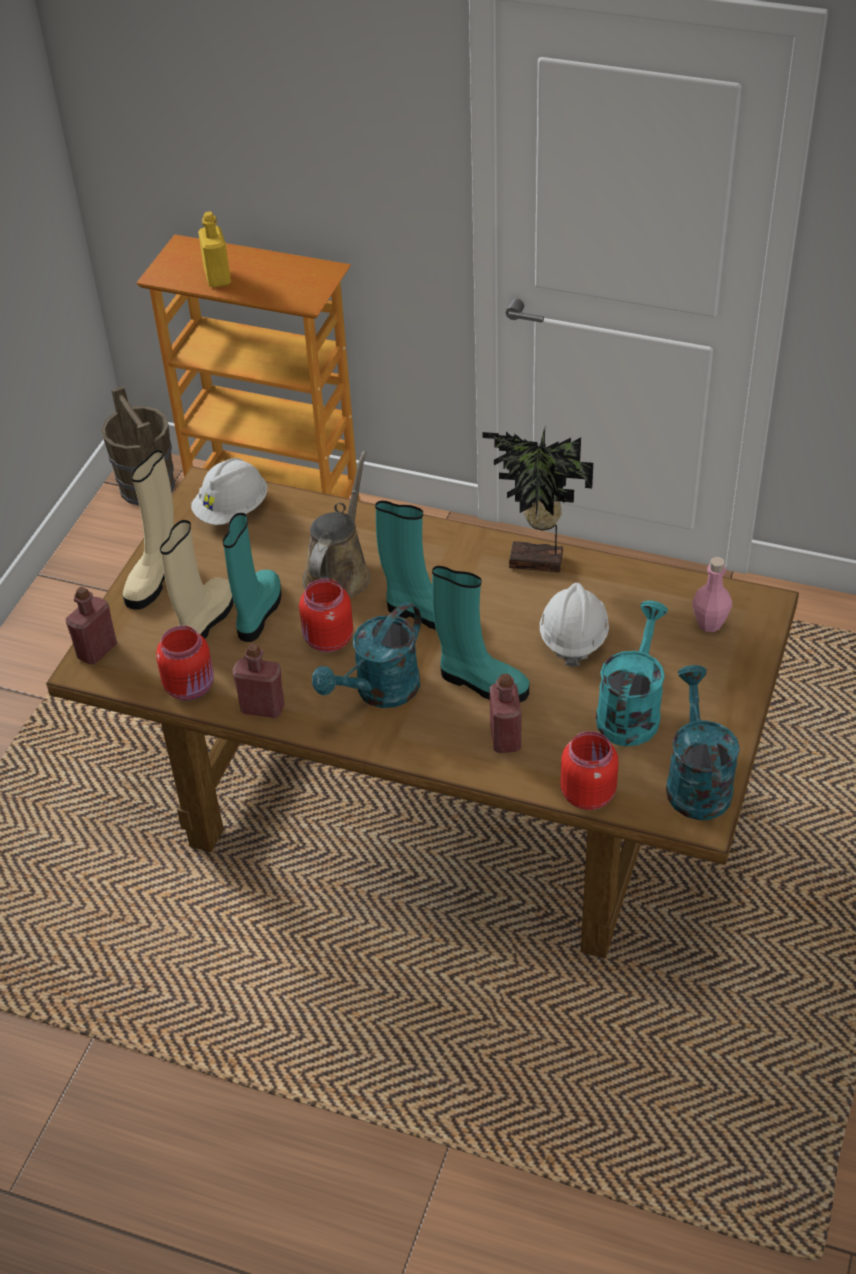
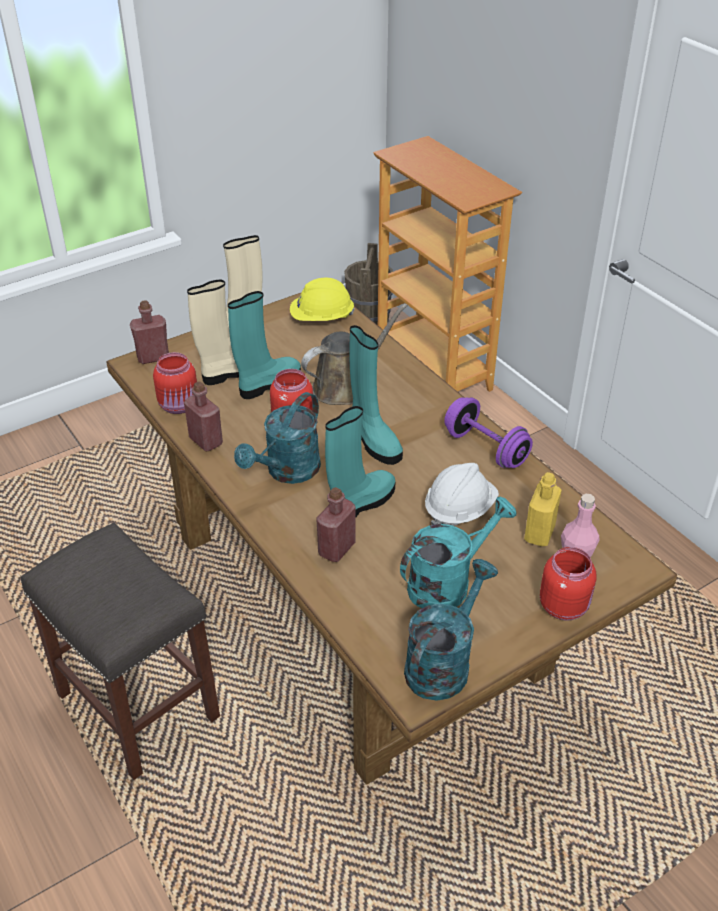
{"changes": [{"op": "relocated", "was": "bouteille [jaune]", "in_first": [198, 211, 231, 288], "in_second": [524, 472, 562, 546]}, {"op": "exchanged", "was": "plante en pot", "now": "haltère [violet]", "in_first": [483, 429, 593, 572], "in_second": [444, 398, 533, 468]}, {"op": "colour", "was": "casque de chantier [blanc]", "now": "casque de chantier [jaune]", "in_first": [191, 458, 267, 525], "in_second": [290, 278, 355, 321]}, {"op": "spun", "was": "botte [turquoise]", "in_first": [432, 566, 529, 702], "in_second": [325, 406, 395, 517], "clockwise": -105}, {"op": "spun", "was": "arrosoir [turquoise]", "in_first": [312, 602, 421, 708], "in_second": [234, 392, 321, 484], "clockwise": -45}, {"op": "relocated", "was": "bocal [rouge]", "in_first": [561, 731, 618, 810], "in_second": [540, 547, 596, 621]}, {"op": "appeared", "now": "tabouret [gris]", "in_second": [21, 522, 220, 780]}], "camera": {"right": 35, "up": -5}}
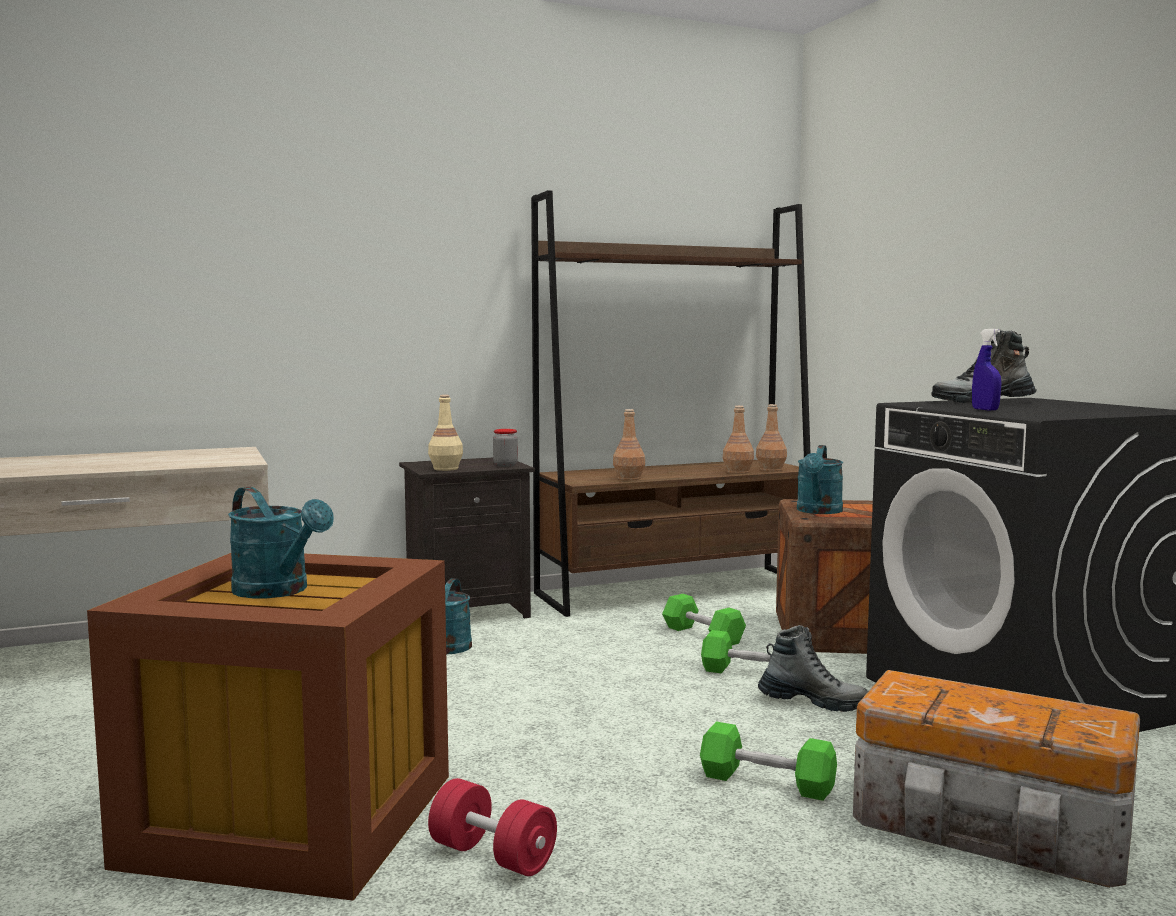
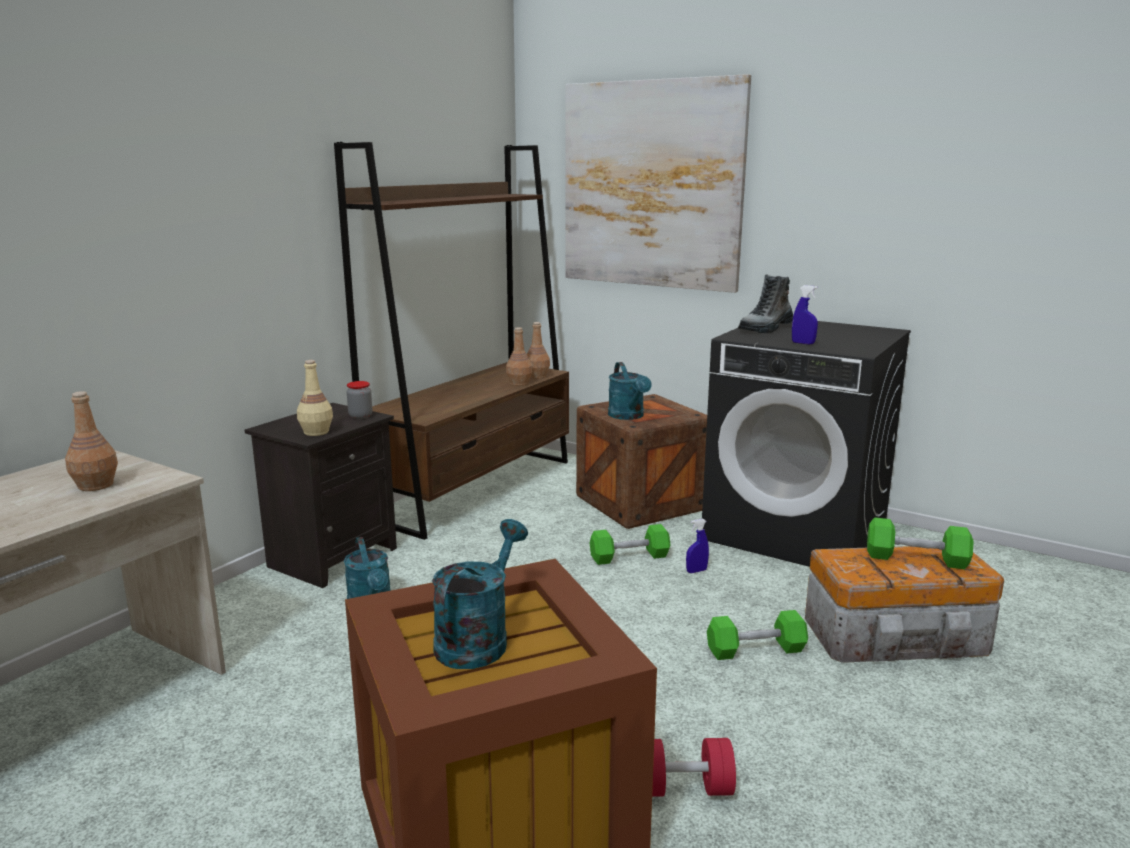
{"changes": [{"op": "relocated", "was": "bouteille [marron]", "in_first": [613, 409, 645, 481], "in_second": [65, 391, 118, 491]}, {"op": "spun", "was": "arrosoir [turquoise]", "in_first": [228, 487, 334, 598], "in_second": [432, 519, 528, 669], "clockwise": -75}, {"op": "relocated", "was": "haltère [vert]", "in_first": [662, 594, 746, 645], "in_second": [867, 517, 974, 569]}, {"op": "exchanged", "was": "botte", "now": "vaporisateur [bleu]", "in_first": [758, 625, 868, 712], "in_second": [686, 519, 709, 573]}, {"op": "appeared", "now": "tableau", "in_second": [565, 74, 751, 293]}], "camera": {"right": -35, "up": 10}}
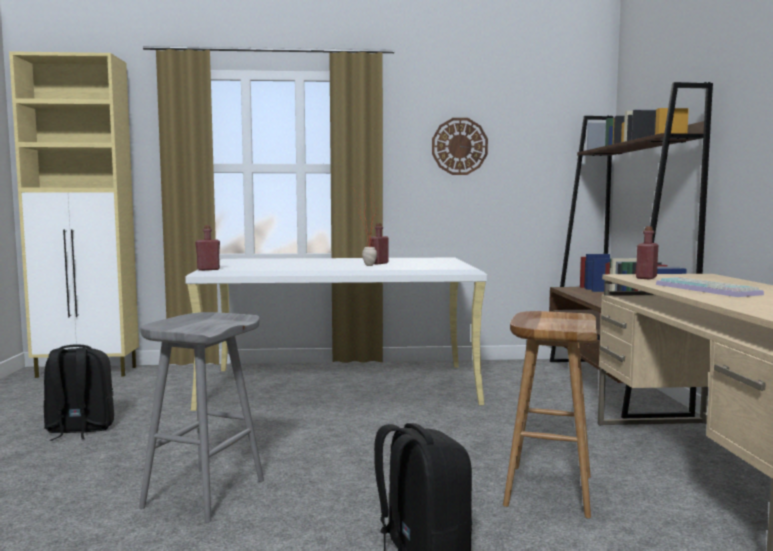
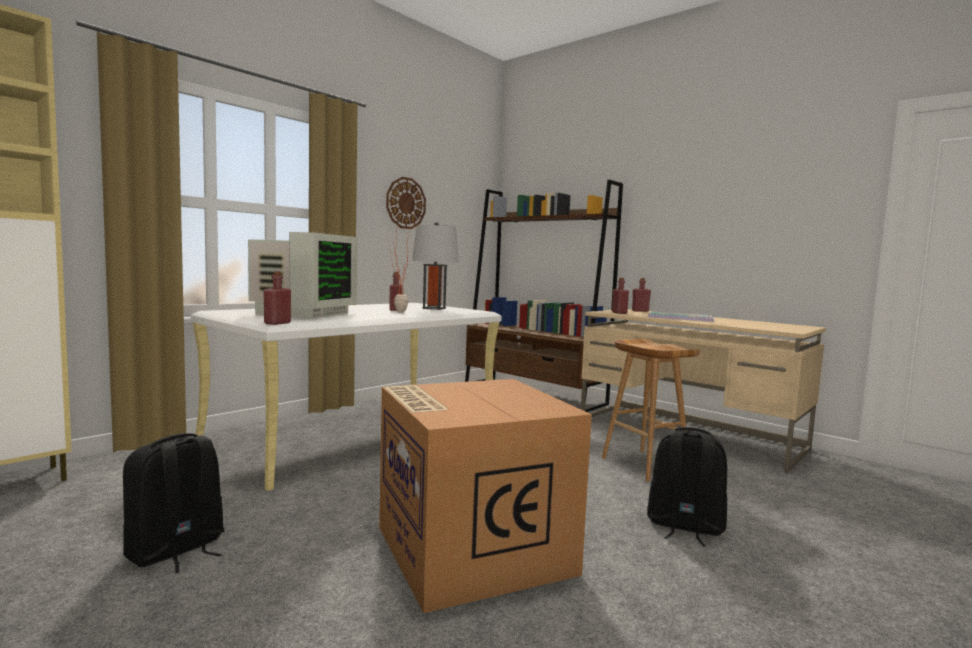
{"changes": [{"op": "exchanged", "was": "tabouret [gris]", "now": "carton", "in_first": [139, 312, 264, 523], "in_second": [379, 379, 592, 613]}, {"op": "appeared", "now": "lampe de table [gris]", "in_second": [412, 222, 459, 310]}, {"op": "appeared", "now": "écran d'ordinateur", "in_second": [248, 232, 358, 319]}, {"op": "appeared", "now": "bouteille [rouge]", "in_second": [632, 278, 651, 312]}], "camera": {"right": -45, "up": 0}}
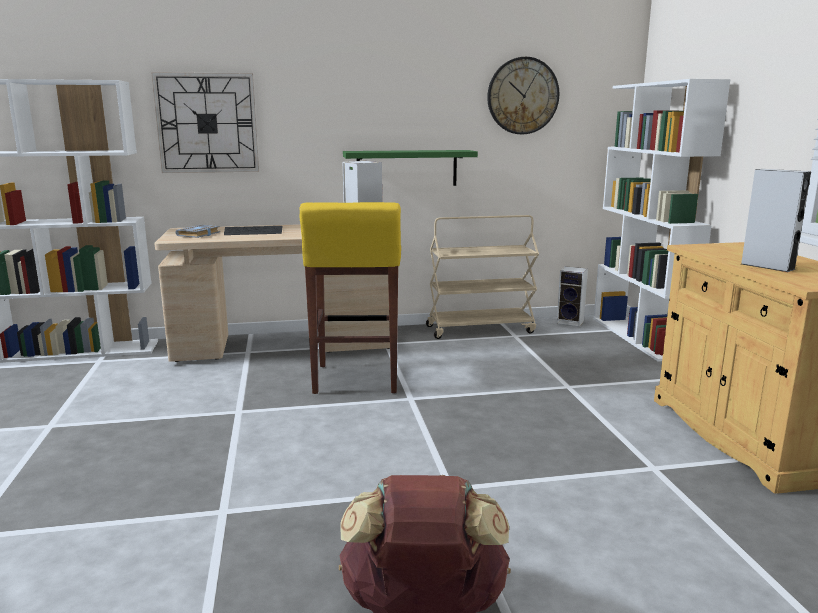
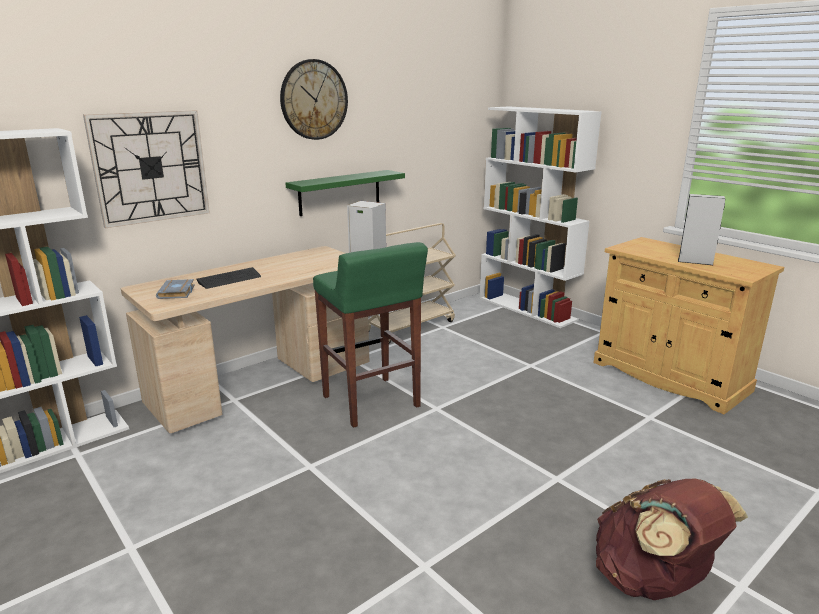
{"changes": [{"op": "relocated", "was": "horloge murale", "in_first": [487, 57, 559, 135], "in_second": [280, 59, 348, 140]}, {"op": "colour", "was": "tabouret [jaune]", "now": "tabouret [vert]", "in_first": [300, 202, 401, 394], "in_second": [313, 242, 428, 428]}, {"op": "missing", "was": "enceinte", "in_first": [557, 266, 588, 327]}], "camera": {"right": -30, "up": 5}}
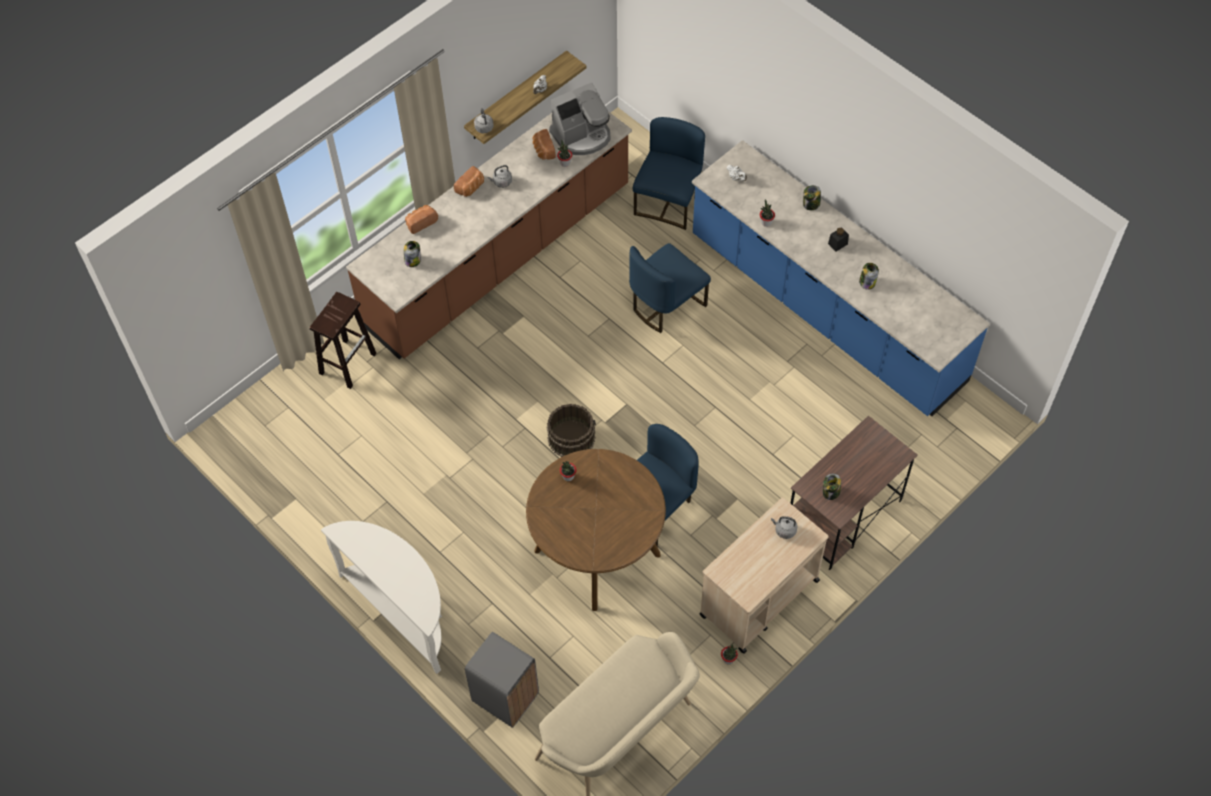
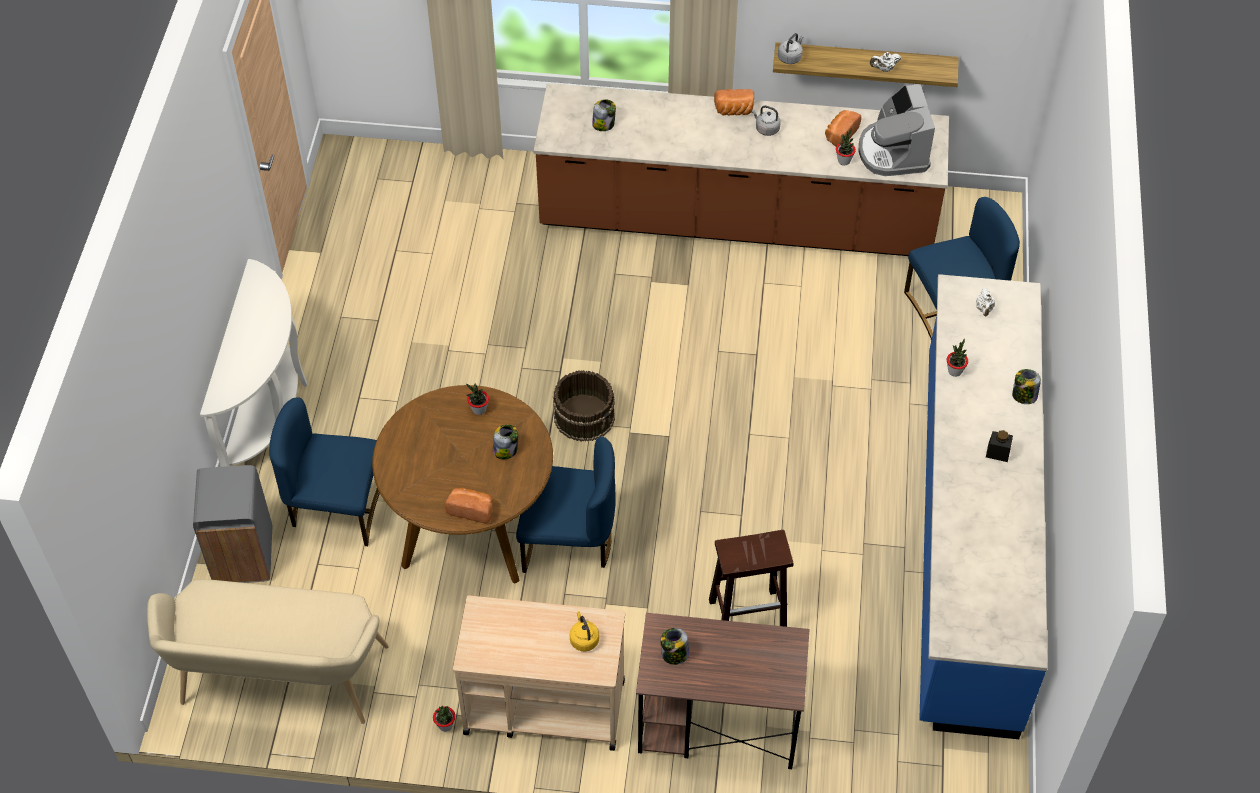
{"changes": [{"op": "spun", "was": "machine à café", "in_first": [549, 82, 611, 155], "in_second": [858, 84, 935, 176], "clockwise": 60}, {"op": "relocated", "was": "pain", "in_first": [405, 205, 438, 234], "in_second": [445, 488, 493, 523]}, {"op": "relocated", "was": "chaise [bleu]", "in_first": [629, 243, 711, 333], "in_second": [269, 398, 380, 546]}, {"op": "relocated", "was": "bocal", "in_first": [859, 263, 879, 290], "in_second": [493, 424, 518, 459]}, {"op": "relocated", "was": "tabouret [marron]", "in_first": [309, 292, 377, 389], "in_second": [709, 530, 793, 627]}, {"op": "colour", "was": "bouilloire [gris]", "now": "bouilloire [jaune]", "in_first": [771, 516, 797, 539], "in_second": [570, 611, 599, 651]}], "camera": {"right": 50, "up": -5}}
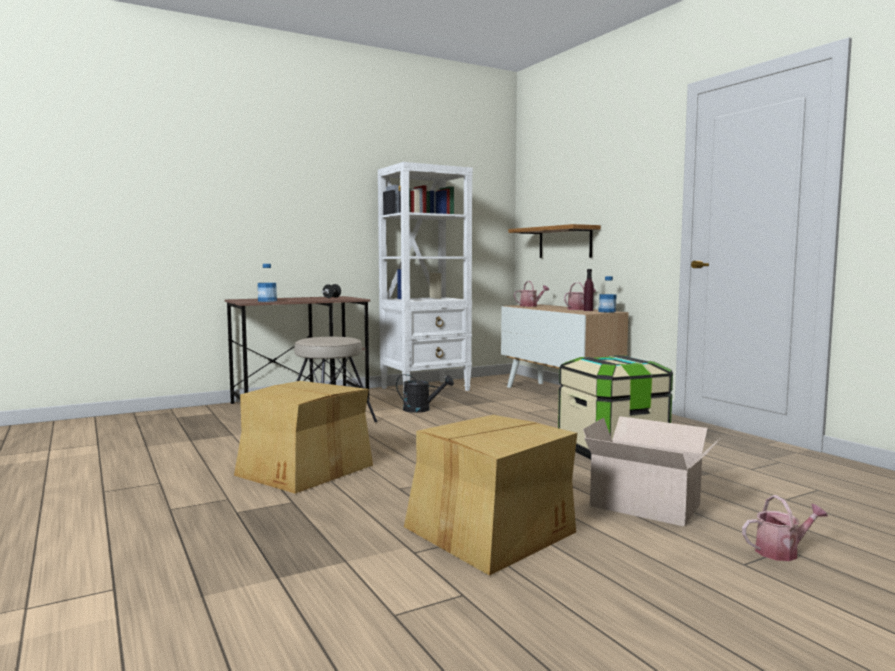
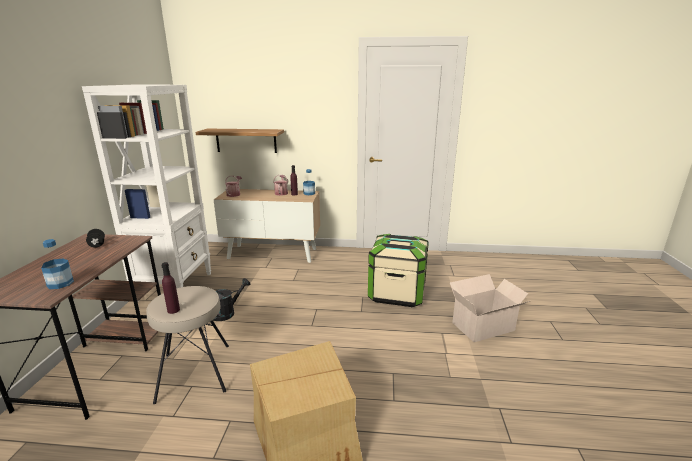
{"changes": [{"op": "missing", "was": "carton", "in_first": [404, 415, 577, 576]}, {"op": "missing", "was": "arrosoir", "in_first": [742, 495, 828, 561]}, {"op": "appeared", "now": "bouteille [violet]", "in_second": [162, 262, 180, 314]}], "camera": {"right": -55, "up": 15}}
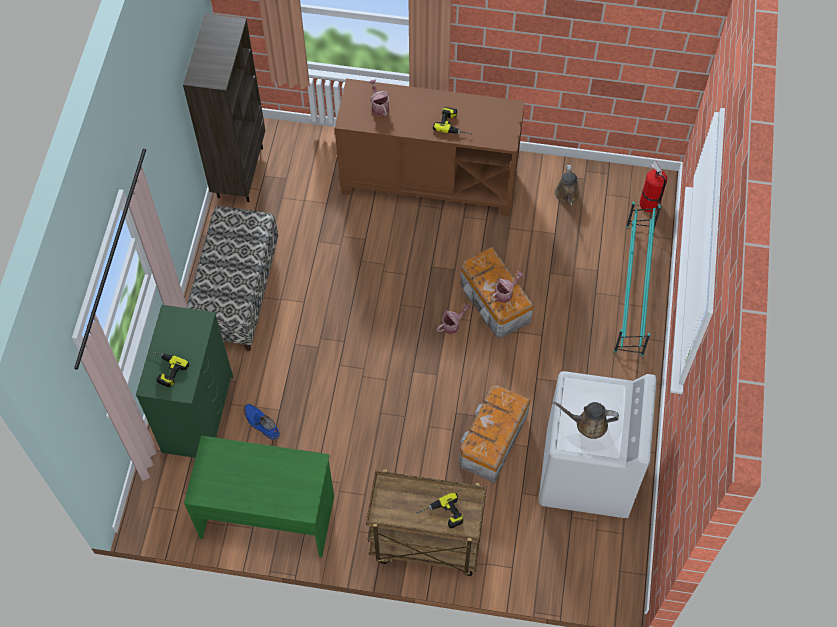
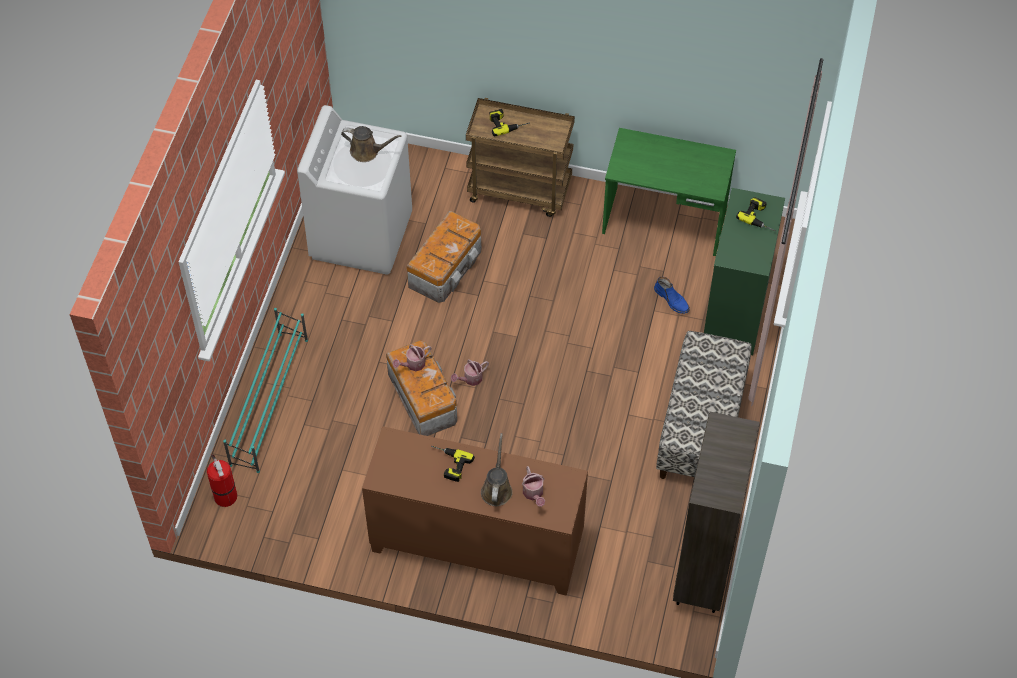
{"changes": [{"op": "relocated", "was": "arrosoir [marron]", "in_first": [555, 165, 580, 206], "in_second": [481, 433, 513, 506]}], "camera": {"right": -175, "up": -5}}
